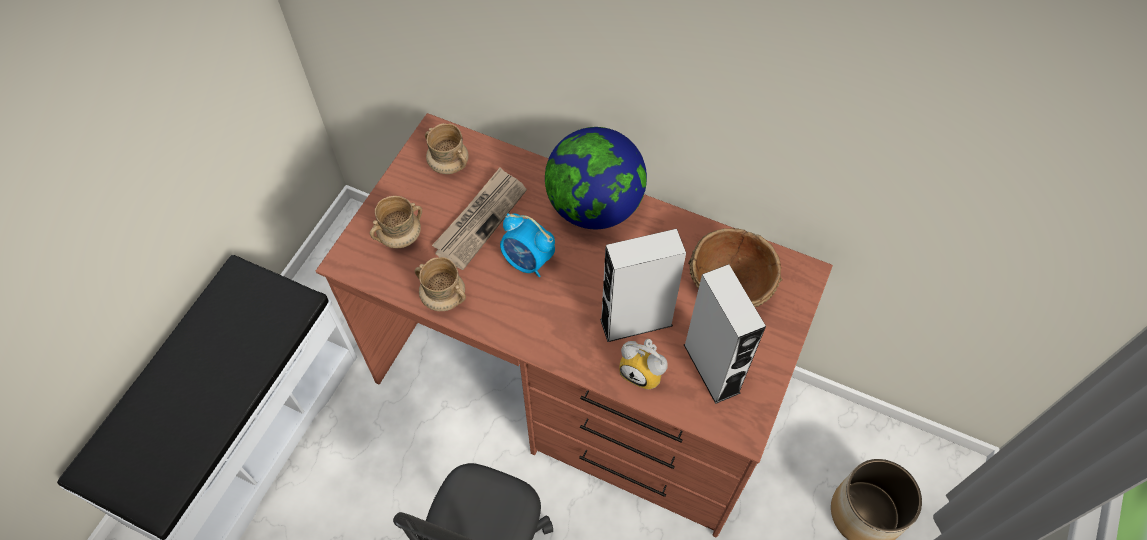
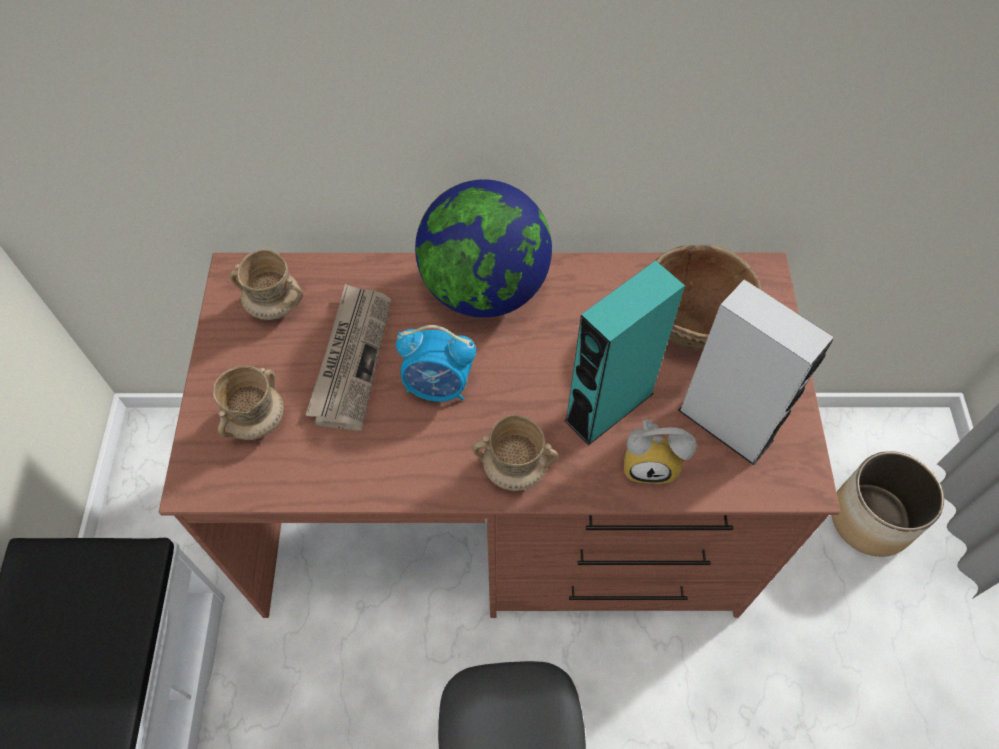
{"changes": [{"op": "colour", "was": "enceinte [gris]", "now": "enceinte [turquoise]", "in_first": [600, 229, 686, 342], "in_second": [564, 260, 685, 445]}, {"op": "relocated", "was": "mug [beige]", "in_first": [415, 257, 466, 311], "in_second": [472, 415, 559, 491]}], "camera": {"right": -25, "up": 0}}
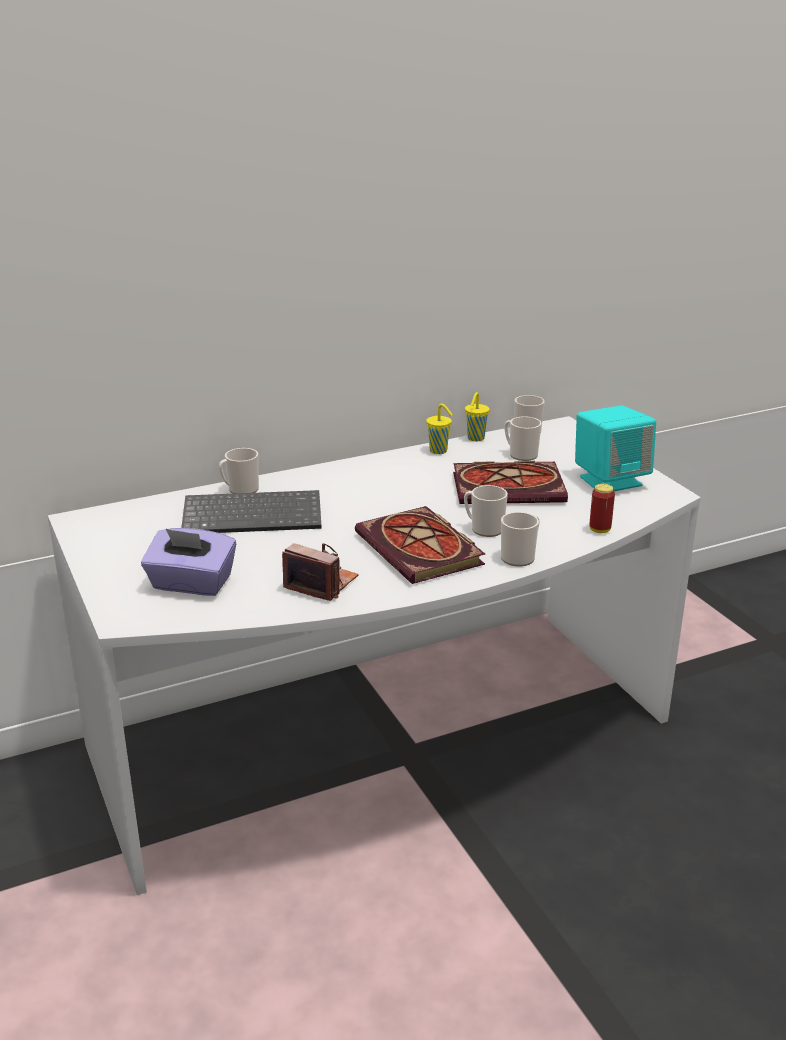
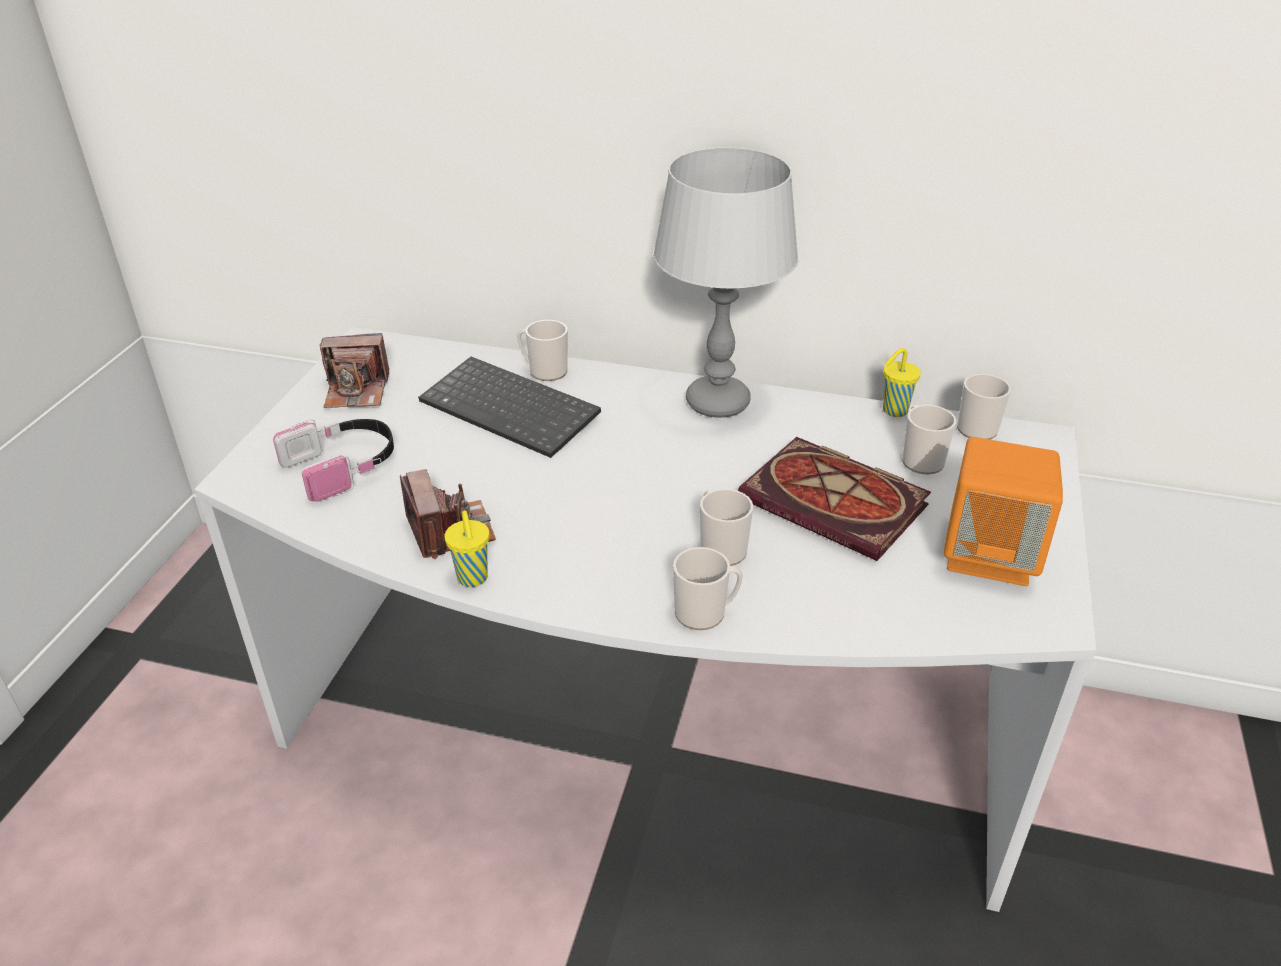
{"changes": [{"op": "relocated", "was": "tasse [jaune]", "in_first": [426, 404, 453, 454], "in_second": [444, 510, 490, 587]}, {"op": "colour", "was": "enceinte [turquoise]", "now": "enceinte [orange]", "in_first": [575, 405, 656, 491], "in_second": [944, 437, 1063, 586]}, {"op": "missing", "was": "boîte métallique", "in_first": [589, 484, 615, 533]}, {"op": "missing", "was": "livre", "in_first": [355, 506, 485, 584]}, {"op": "exchanged", "was": "boîte à mouchoirs [violet]", "now": "casque audio", "in_first": [141, 528, 236, 596], "in_second": [273, 419, 394, 502]}, {"op": "appeared", "now": "lampe de table [gris]", "in_second": [653, 147, 799, 418]}, {"op": "appeared", "now": "appareil photo", "in_second": [320, 333, 389, 408]}], "camera": {"right": 40, "up": 10}}
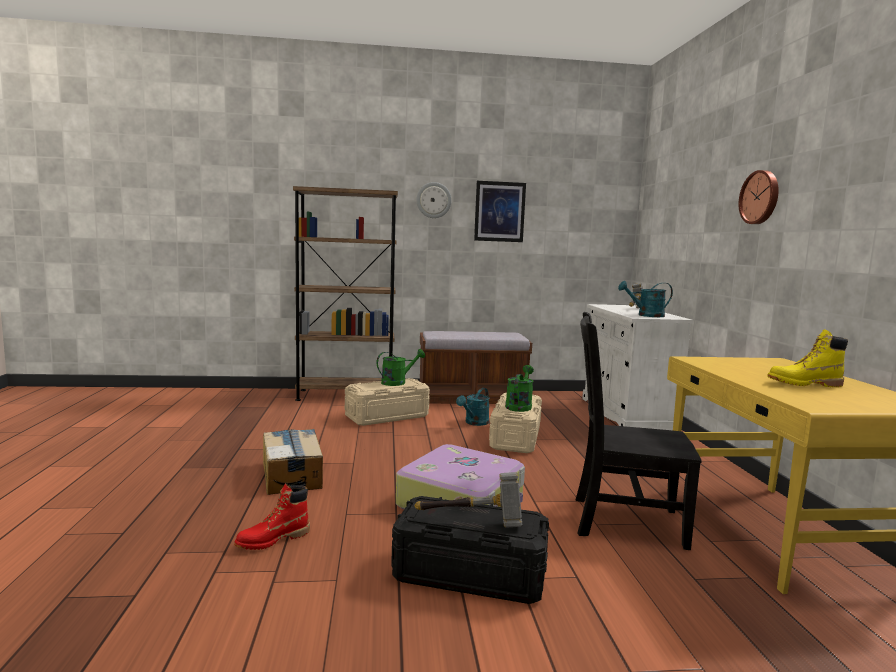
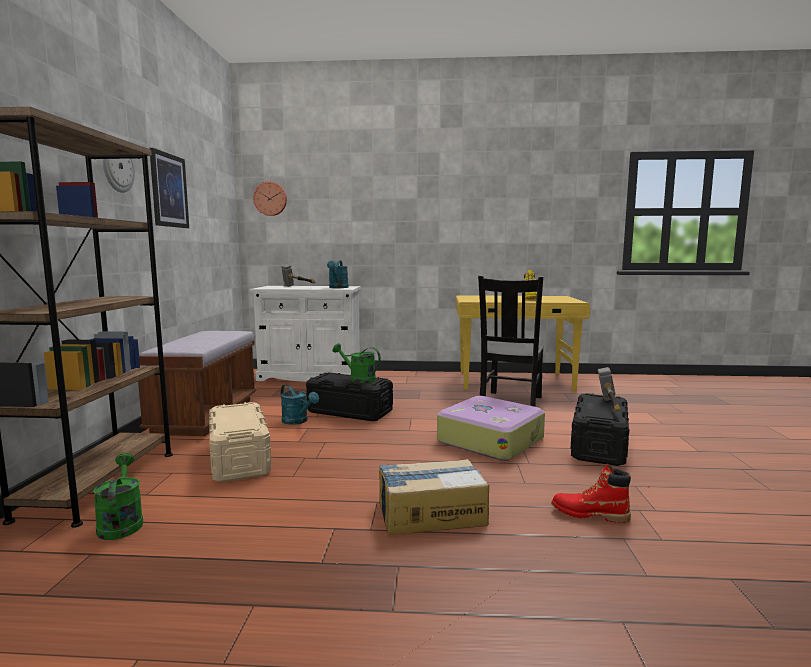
{"changes": [{"op": "relocated", "was": "horloge murale", "in_first": [738, 170, 779, 224], "in_second": [253, 181, 287, 216]}, {"op": "relocated", "was": "arrosoir [vert]", "in_first": [377, 349, 425, 386], "in_second": [93, 453, 143, 540]}, {"op": "colour", "was": "boîte de rangement [beige]", "now": "boîte de rangement [noir]", "in_first": [489, 393, 542, 453], "in_second": [306, 372, 393, 421]}, {"op": "spun", "was": "botte [rouge]", "in_first": [234, 483, 310, 550], "in_second": [551, 464, 631, 523], "clockwise": 135}], "camera": {"right": -80, "up": 0}}
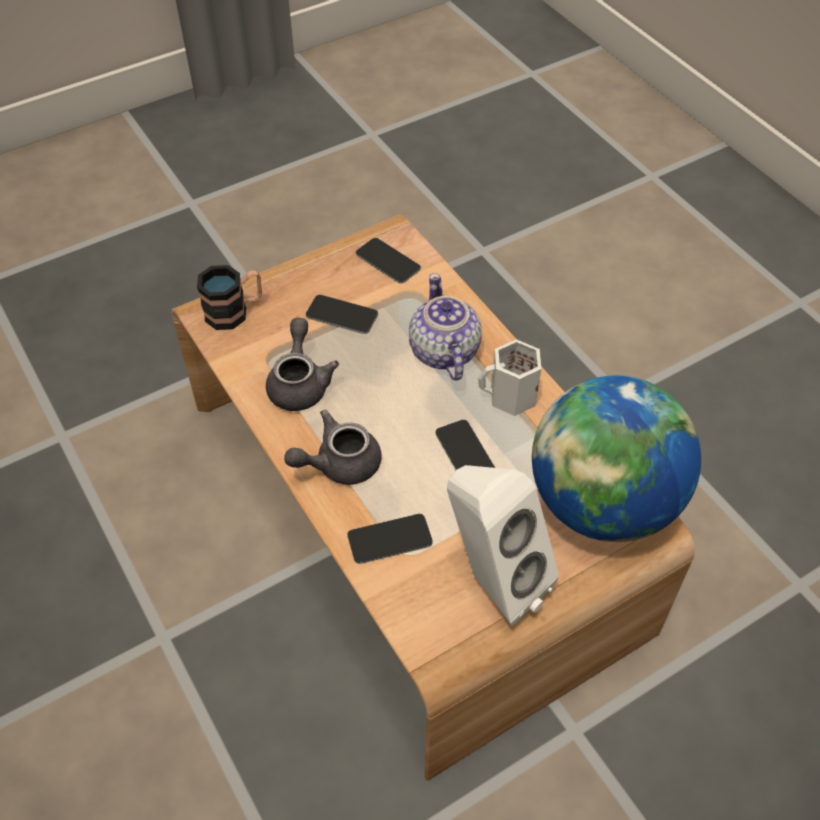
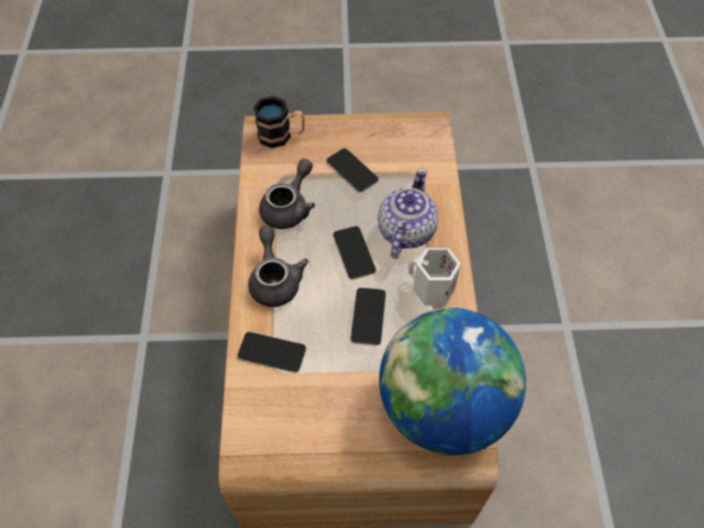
{"changes": [{"op": "relocated", "was": "téléphone", "in_first": [356, 238, 421, 284], "in_second": [333, 226, 376, 279]}, {"op": "spun", "was": "théière [gris]", "in_first": [284, 410, 382, 485], "in_second": [248, 226, 309, 307], "clockwise": 75}, {"op": "missing", "was": "enceinte [blanc]", "in_first": [447, 465, 559, 626]}], "camera": {"right": 30, "up": 5}}
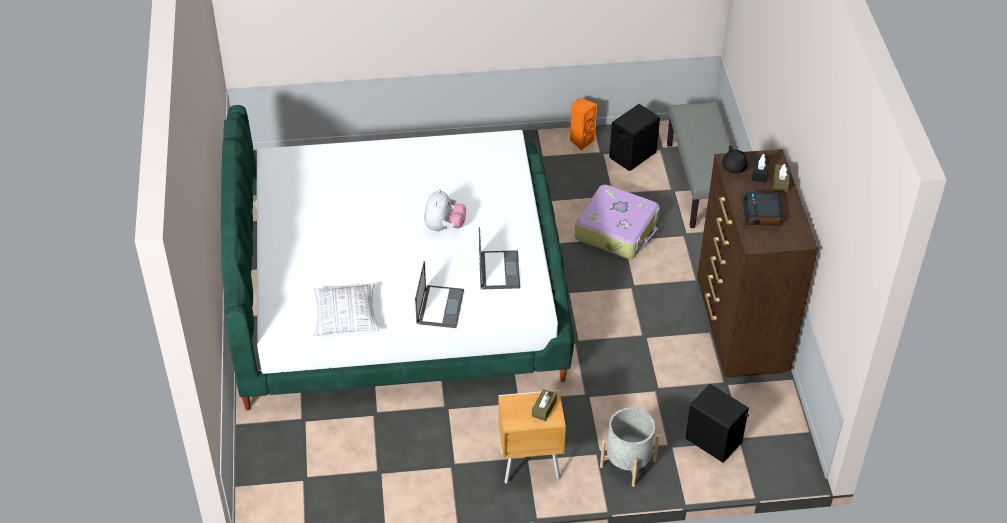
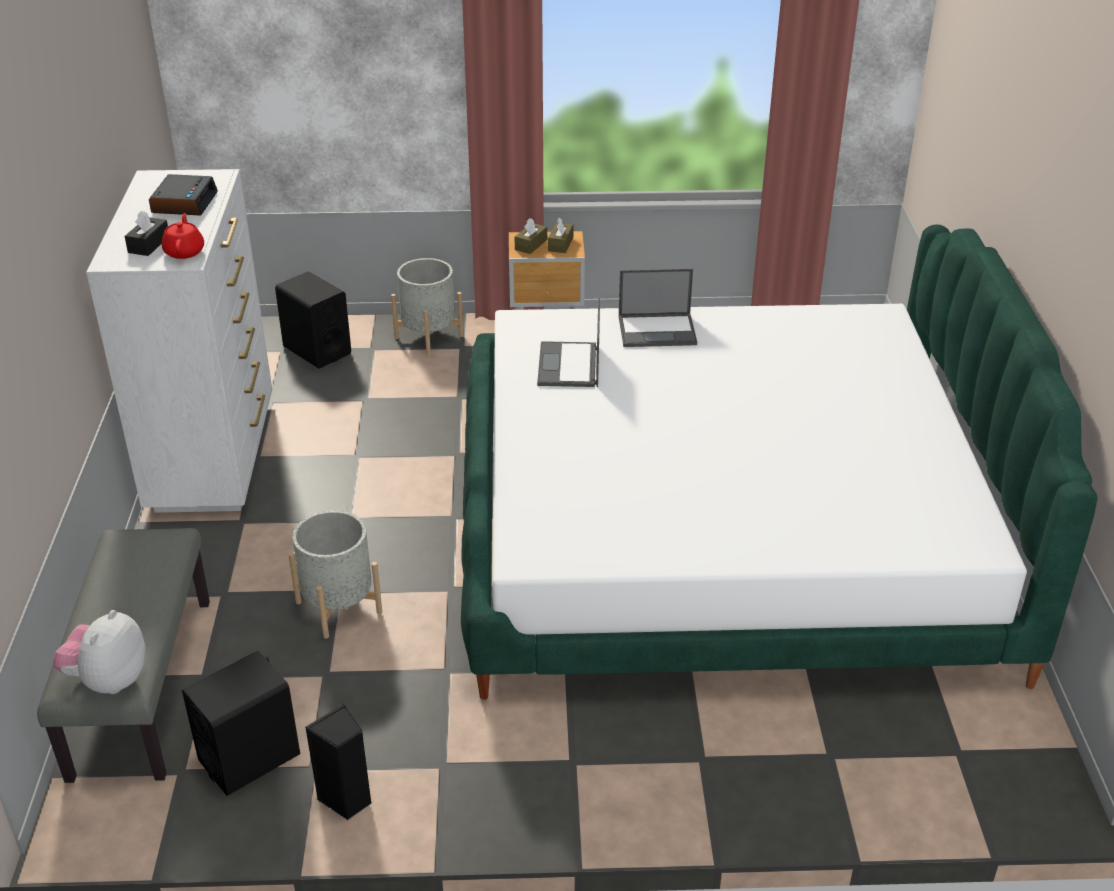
{"changes": [{"op": "colour", "was": "enceinte [orange]", "now": "enceinte [noir]", "in_first": [570, 97, 597, 151], "in_second": [305, 703, 371, 820]}, {"op": "colour", "was": "théière [noir]", "now": "théière [rouge]", "in_first": [722, 145, 748, 173], "in_second": [162, 213, 204, 259]}, {"op": "colour", "was": "commode [marron]", "now": "commode [blanc]", "in_first": [697, 149, 818, 378], "in_second": [86, 169, 272, 513]}, {"op": "relocated", "was": "boîte à mouchoirs [marron]", "in_first": [773, 164, 790, 193], "in_second": [548, 217, 573, 253]}, {"op": "exchanged", "was": "valise", "now": "cache-pot [gris]", "in_first": [575, 185, 660, 259], "in_second": [288, 510, 382, 639]}, {"op": "relocated", "was": "peluche", "in_first": [424, 189, 466, 232], "in_second": [53, 610, 145, 694]}, {"op": "spun", "was": "ordinateur portable", "in_first": [415, 261, 464, 328], "in_second": [619, 269, 697, 347], "clockwise": -105}, {"op": "missing", "was": "coussin", "in_first": [313, 283, 379, 336]}], "camera": {"right": -175, "up": -10}}
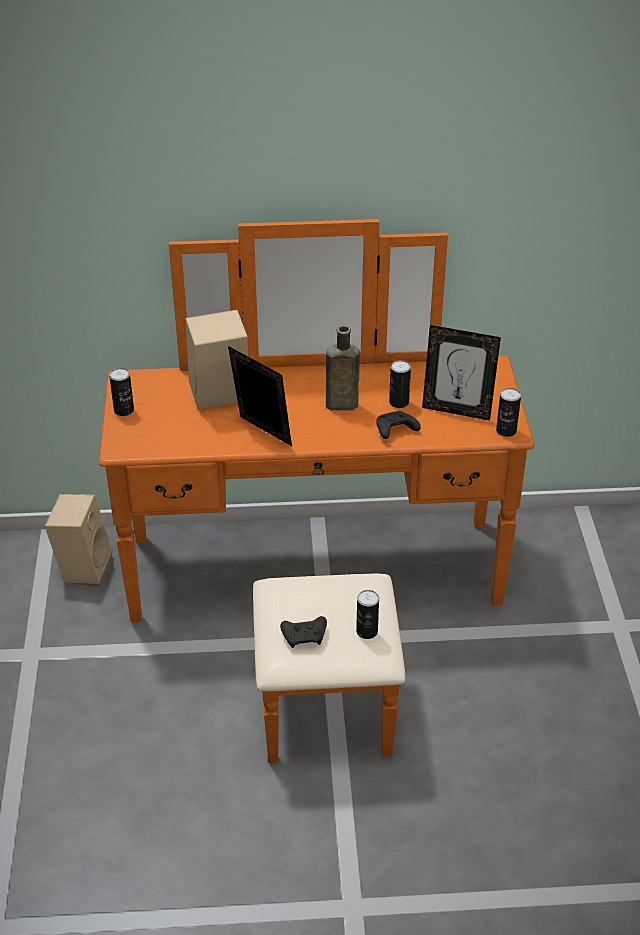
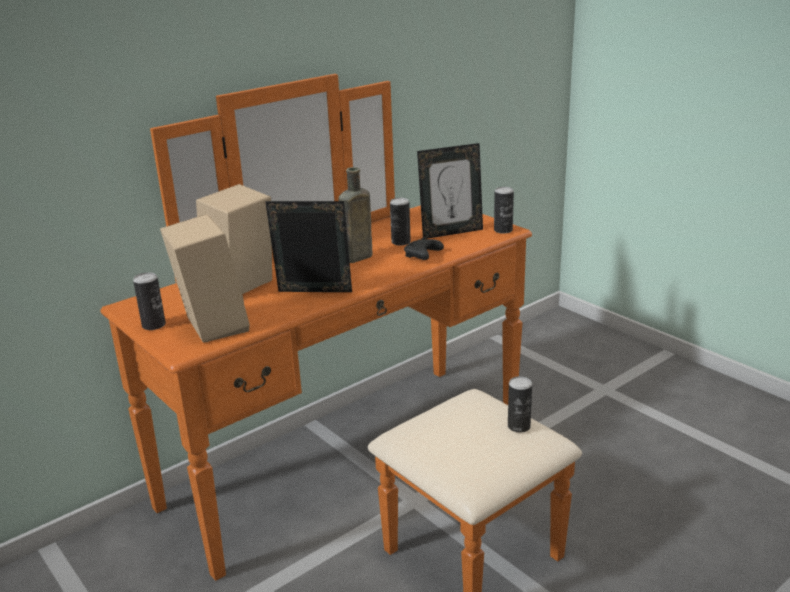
{"changes": [{"op": "relocated", "was": "enceinte [beige]", "in_first": [45, 494, 112, 587], "in_second": [160, 214, 250, 343]}, {"op": "missing", "was": "manette [noir]", "in_first": [280, 616, 327, 648]}], "camera": {"right": -35, "up": -15}}
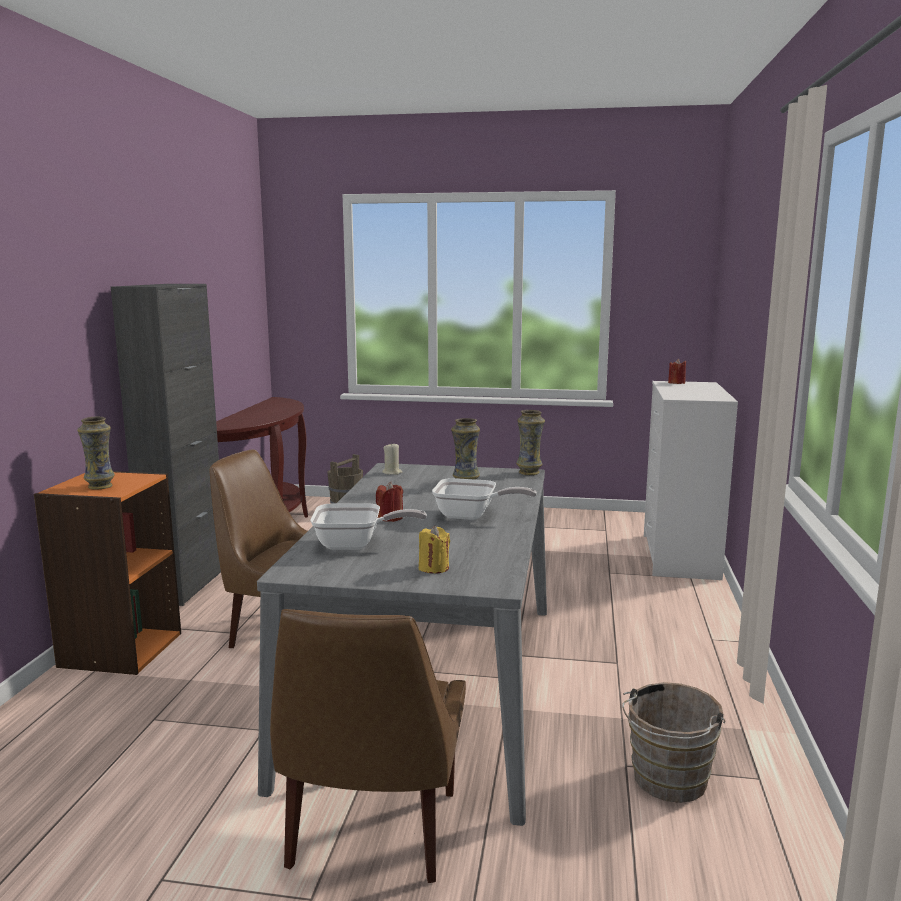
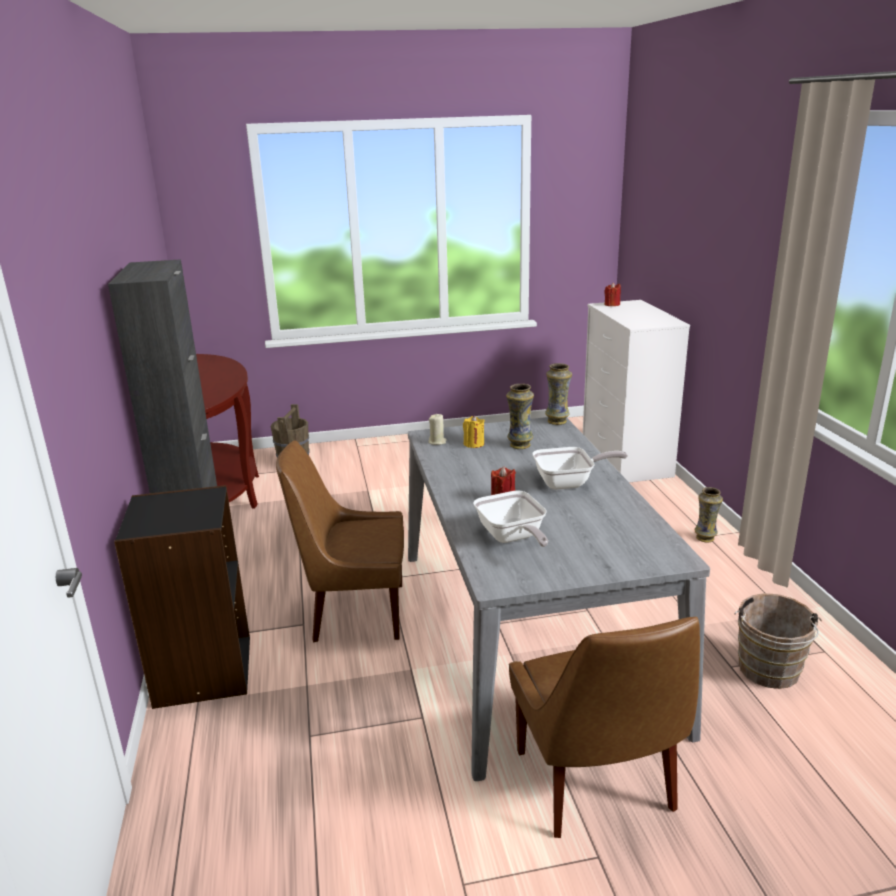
{"changes": [{"op": "relocated", "was": "vase", "in_first": [77, 417, 115, 490], "in_second": [695, 487, 723, 542]}, {"op": "colour", "was": "bibliothèque [orange]", "now": "bibliothèque [noir]", "in_first": [34, 471, 181, 675], "in_second": [114, 485, 250, 709]}, {"op": "spun", "was": "poêle", "in_first": [310, 503, 427, 550], "in_second": [473, 490, 548, 547], "clockwise": 90}, {"op": "relocated", "was": "bougie [jaune]", "in_first": [419, 526, 450, 573], "in_second": [463, 416, 485, 448]}], "camera": {"right": -20, "up": 10}}
